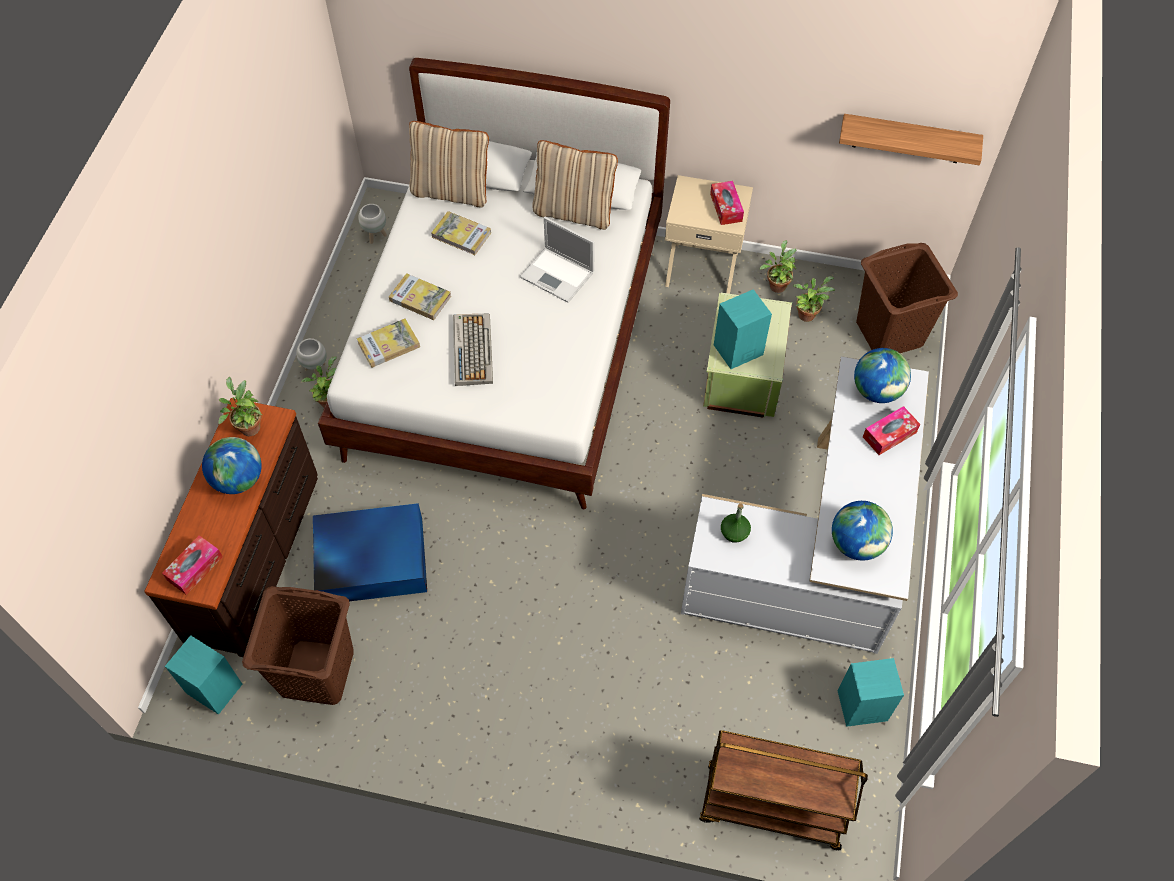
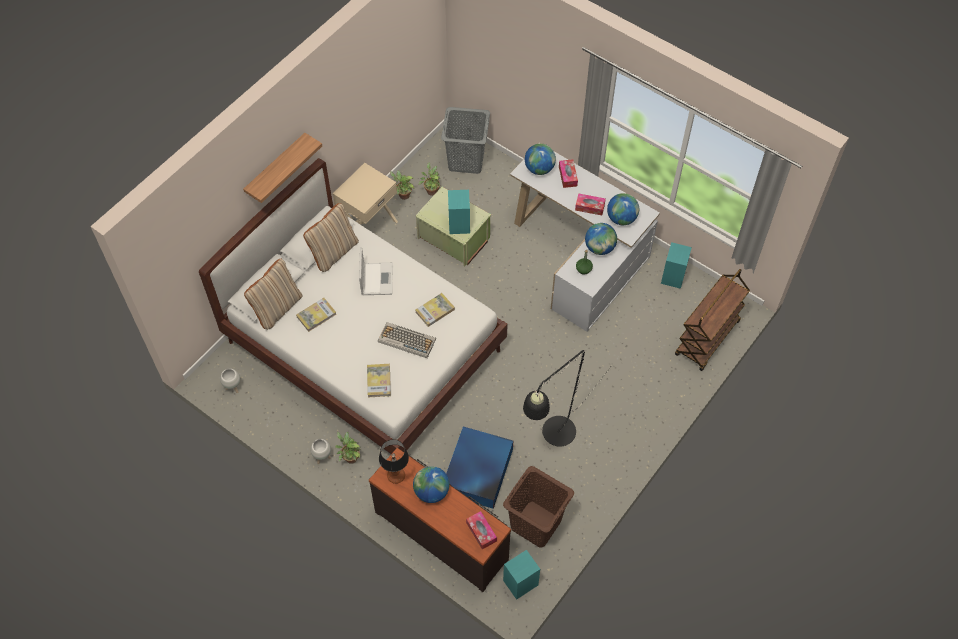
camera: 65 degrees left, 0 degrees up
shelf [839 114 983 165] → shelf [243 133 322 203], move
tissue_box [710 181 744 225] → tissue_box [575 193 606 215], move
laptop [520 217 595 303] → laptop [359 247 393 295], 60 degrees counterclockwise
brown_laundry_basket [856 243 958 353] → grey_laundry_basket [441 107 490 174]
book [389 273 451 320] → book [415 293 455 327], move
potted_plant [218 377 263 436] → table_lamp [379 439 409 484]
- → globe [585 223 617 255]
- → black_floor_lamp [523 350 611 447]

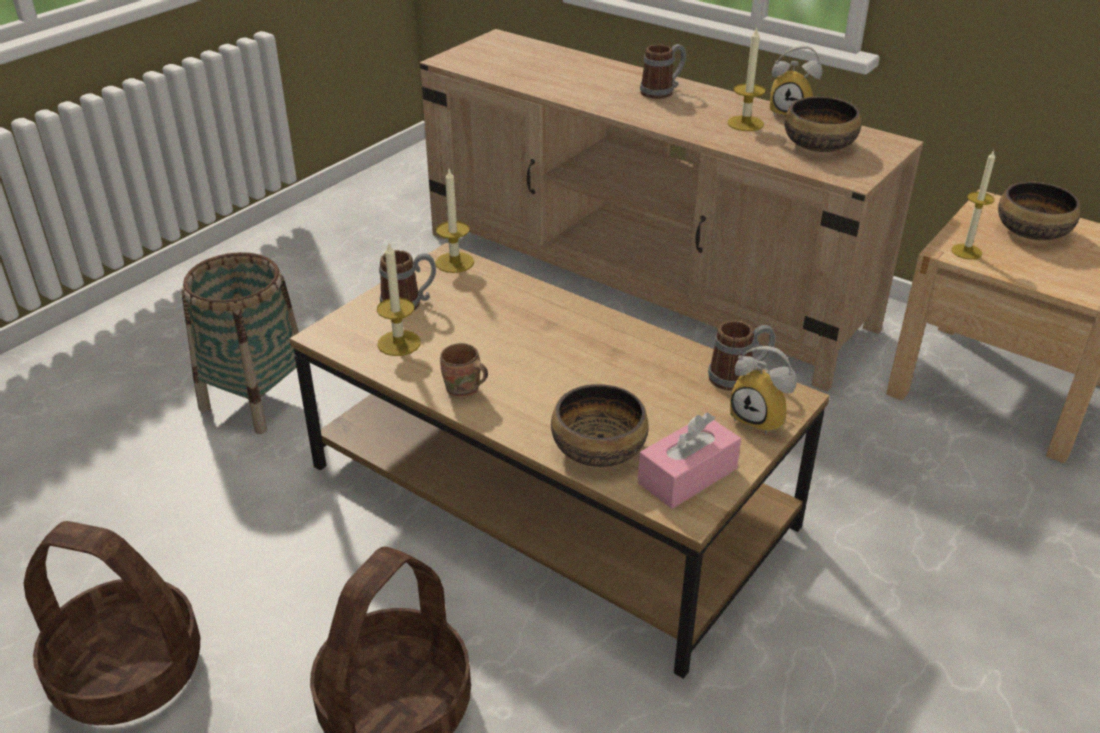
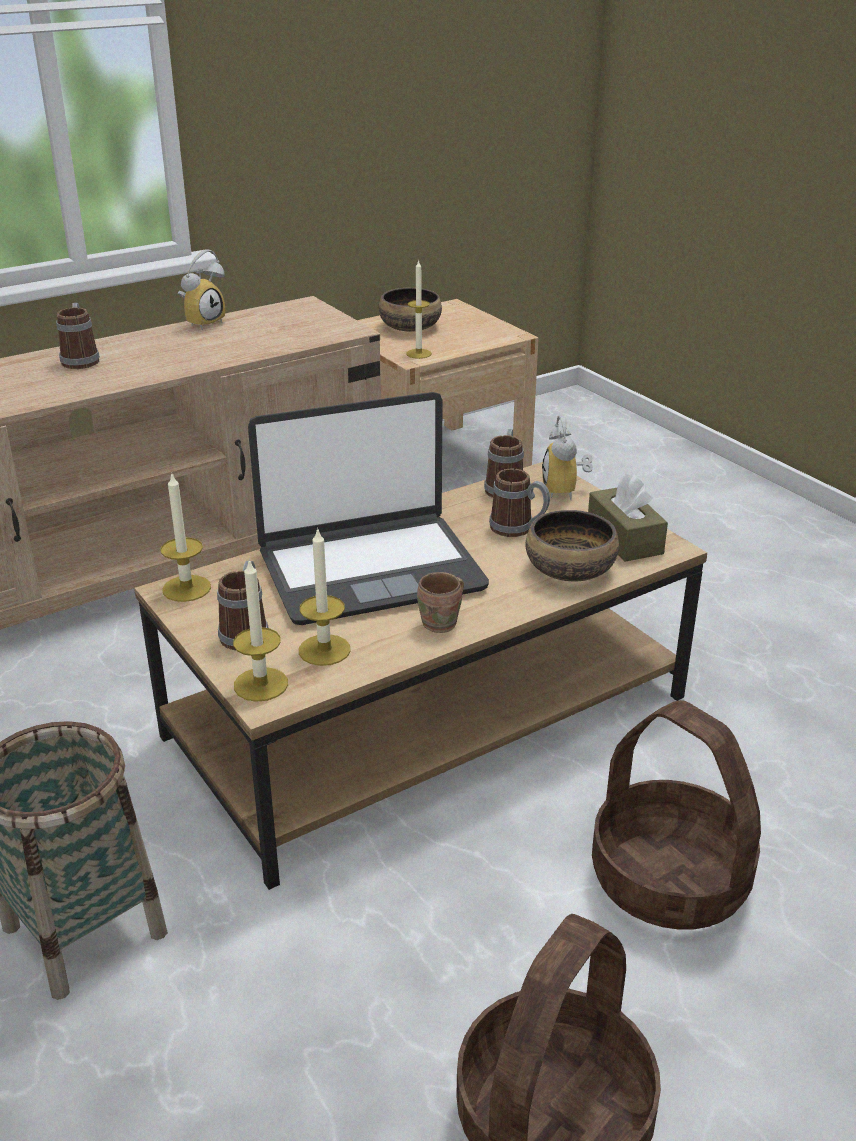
camera: 70 degrees left, 5 degrees down
candle [727 27 766 131] → candle [233 558 288 702], move
bowl [785 96 861 152] → -
alarm_clock [730 346 797 435] → alarm_clock [542 415 593 500], 120 degrees clockwise
pink_tissue_box [638 413 741 509] → brown_tissue_box [588 474 668 562]
- → laptop [248 392 489 625]
- → mug [489 469 550 537]

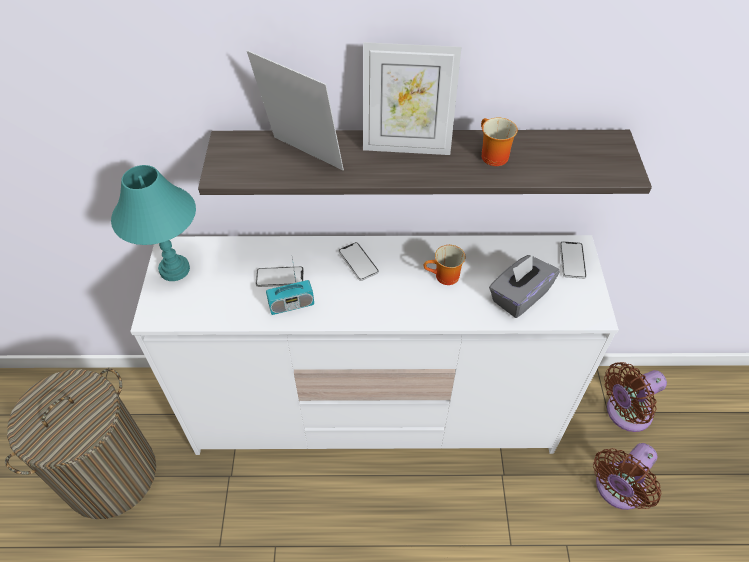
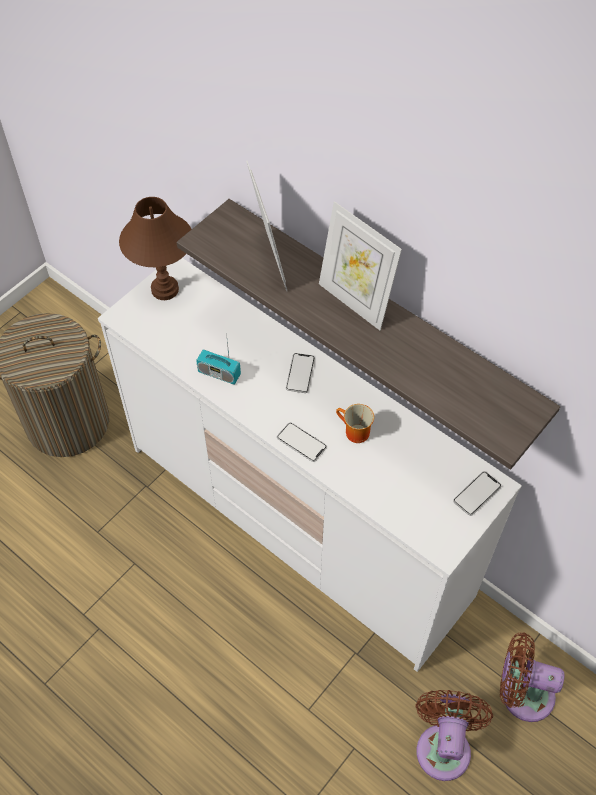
camera: 40 degrees right, 5 degrees up
mug [481 118 518 166] → -
turquoise_table_lamp [111 165 196 281] → brown_table_lamp [119 197 192 300]
grey_tissue_box [489 255 560 318] → -
phone [256 266 304 287] → phone [277 423 327 462], move
brown_fan [593 443 661 510] → brown_fan [415 690 493 781], 105 degrees clockwise

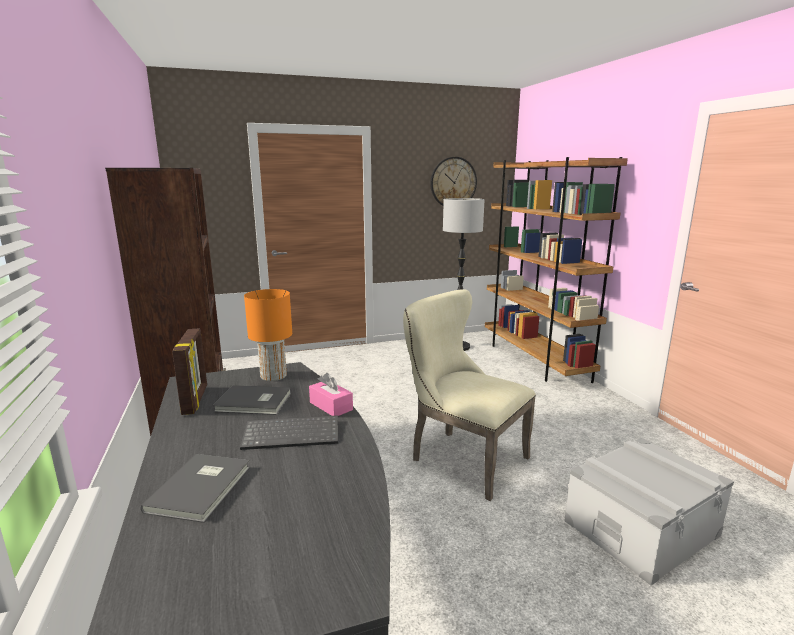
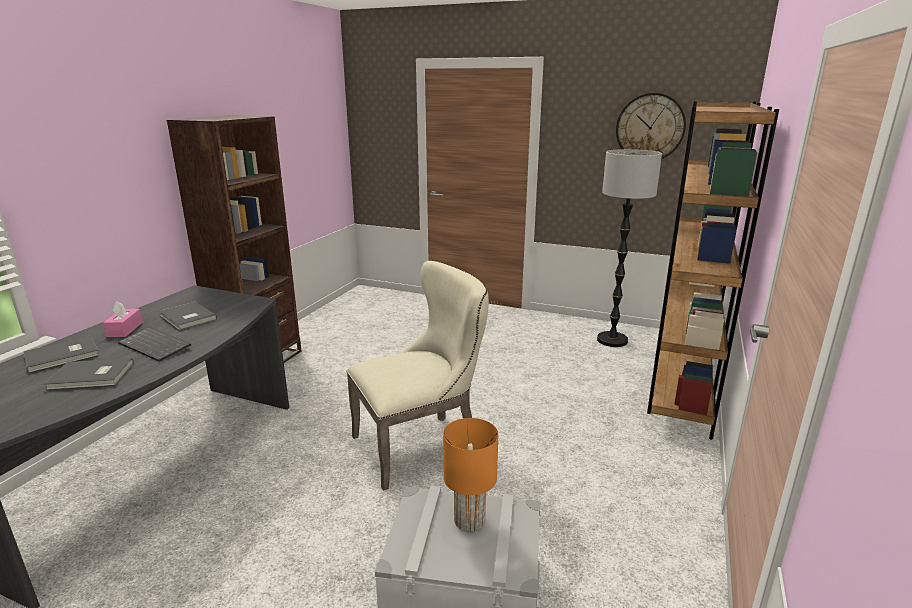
camera: 40 degrees right, 5 degrees up
orange_table_lamp [244 289 292 381] → orange_table_lamp [443 418 498 532], move
beige_chair [403 289 536 501] → beige_chair [346 261 489 491], 75 degrees clockwise
picture_frame [172 328 207 415] → -
pink_tissue_box [309 373 353 416] → pink_tissue_box [103 301 143 337], move
- → grey_book [44 358 134 390]

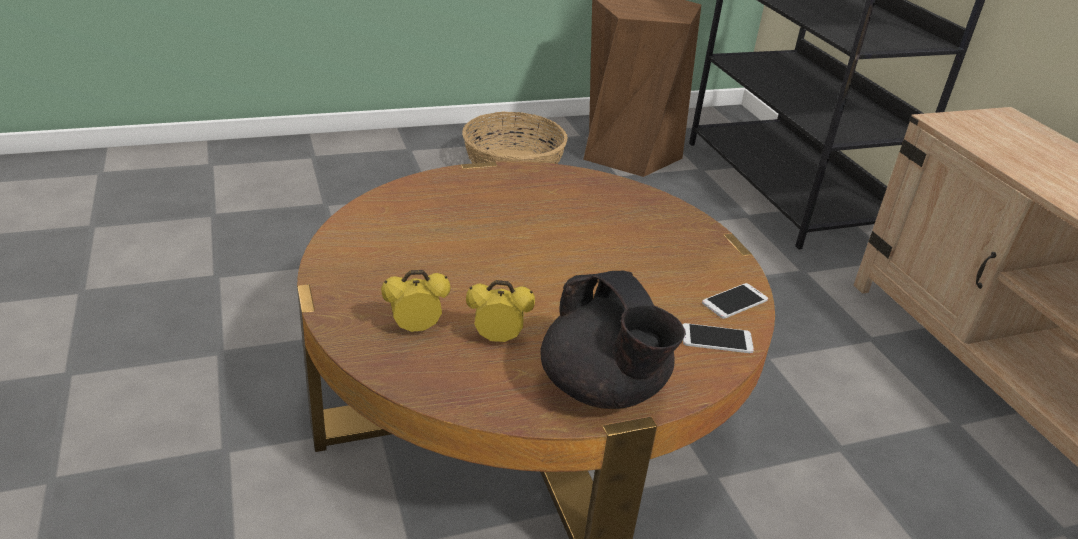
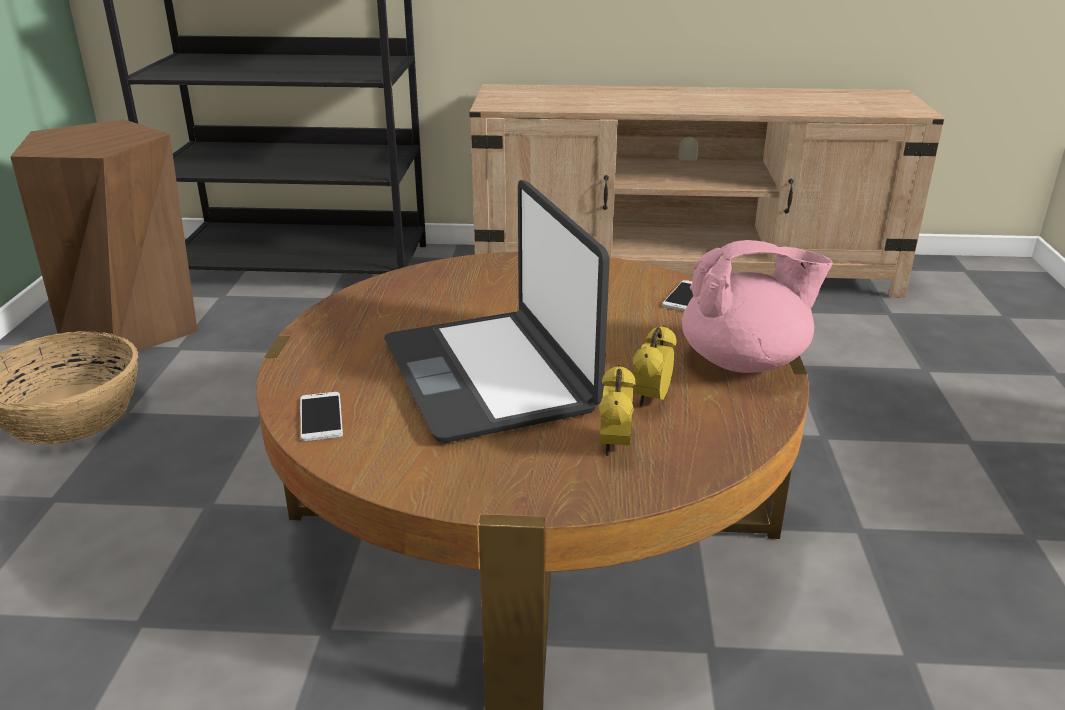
camera: 65 degrees left, 5 degrees down
black_teapot [541 271 685 409] → pink_teapot [682 240 833 373]
phone [702 283 768 319] → phone [300 392 343 441], move
- → laptop [384 180 610 443]

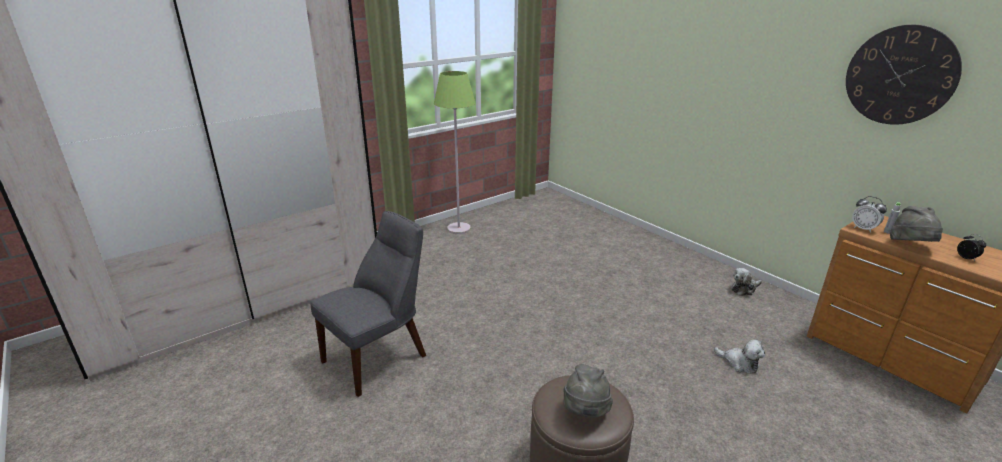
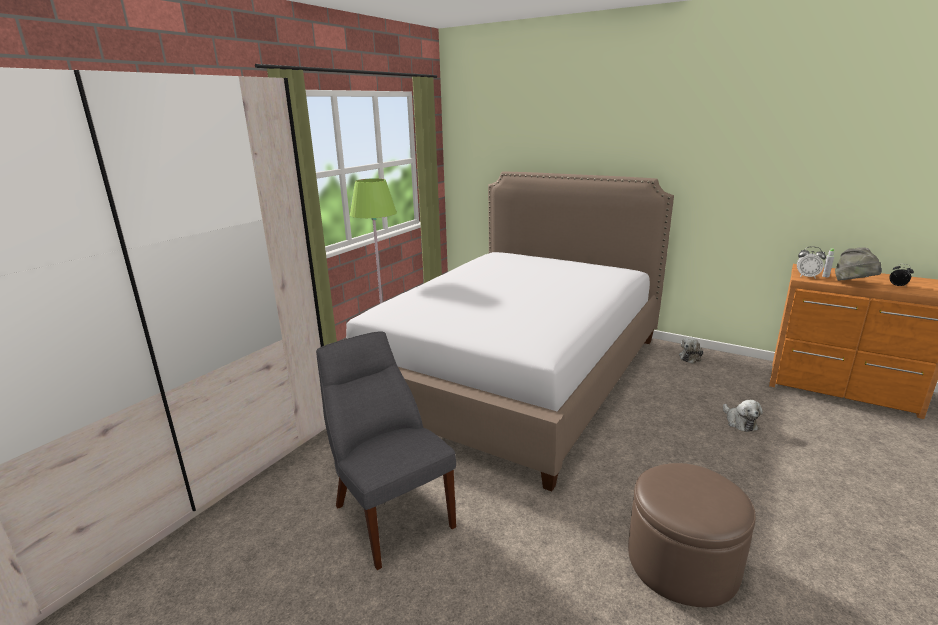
camera: 20 degrees left, 5 degrees down
wall_clock [846 25 962 125] → -
grey_chair [310 211 426 397] → grey_chair [316 331 456 570], 60 degrees counterclockwise
plush_toy [714 339 765 373] → plush_toy [723 400 763 432], 60 degrees clockwise
grey_hat [564 364 613 418] → -
- → bed [346 171 674 492]

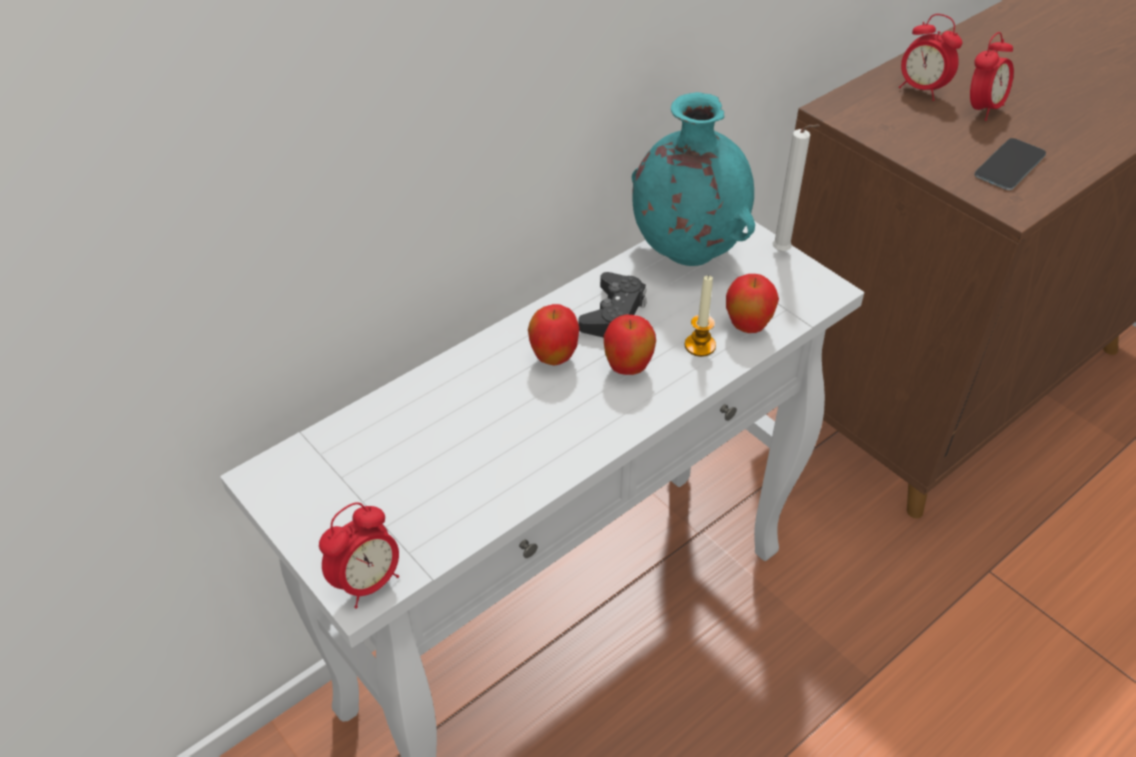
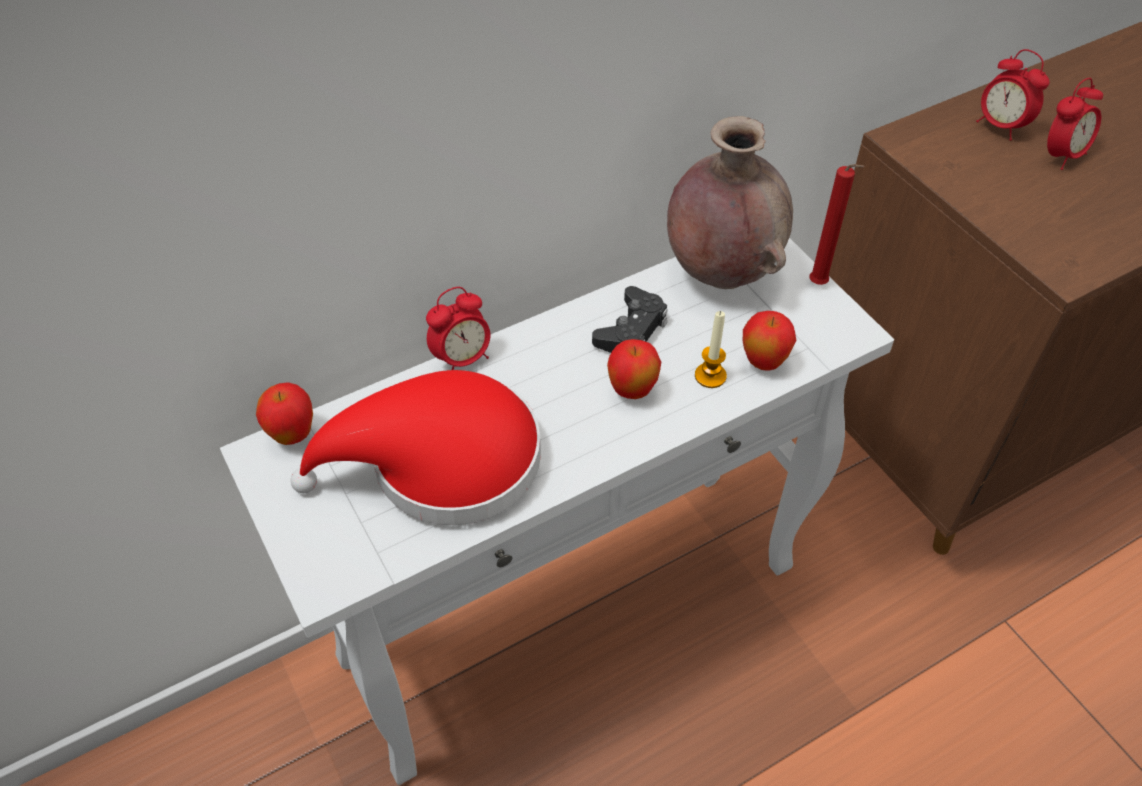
camera: 10 degrees right, 5 degrees up
turquoise_vase [632 92 755 266] → brown_vase [667 116 793 289]
white_candle [772 124 820 251] → red_candle [809 164 864 285]
phone [975 138 1046 190] → -
apple [528 304 580 366] → apple [256 382 313 445], move
alarm_clock [319 502 399 609] → alarm_clock [426 287 490 370], move
- → red_hat [291 370 541 525]

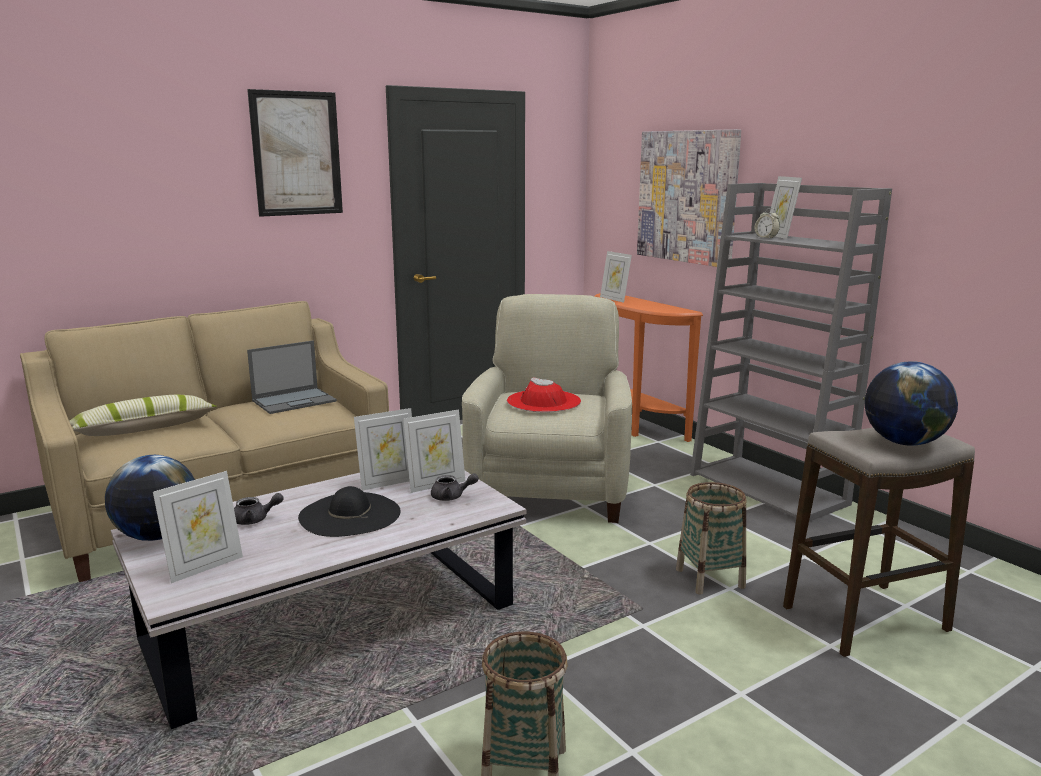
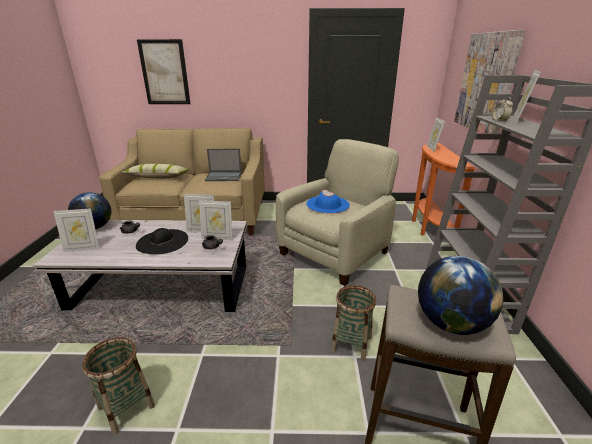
camera: 35 degrees right, 10 degrees up
picture [247 89 343 217] → picture [137 39 191 104], move
red_hat [507 377 581 412] → blue_hat [306 190 350 213]

